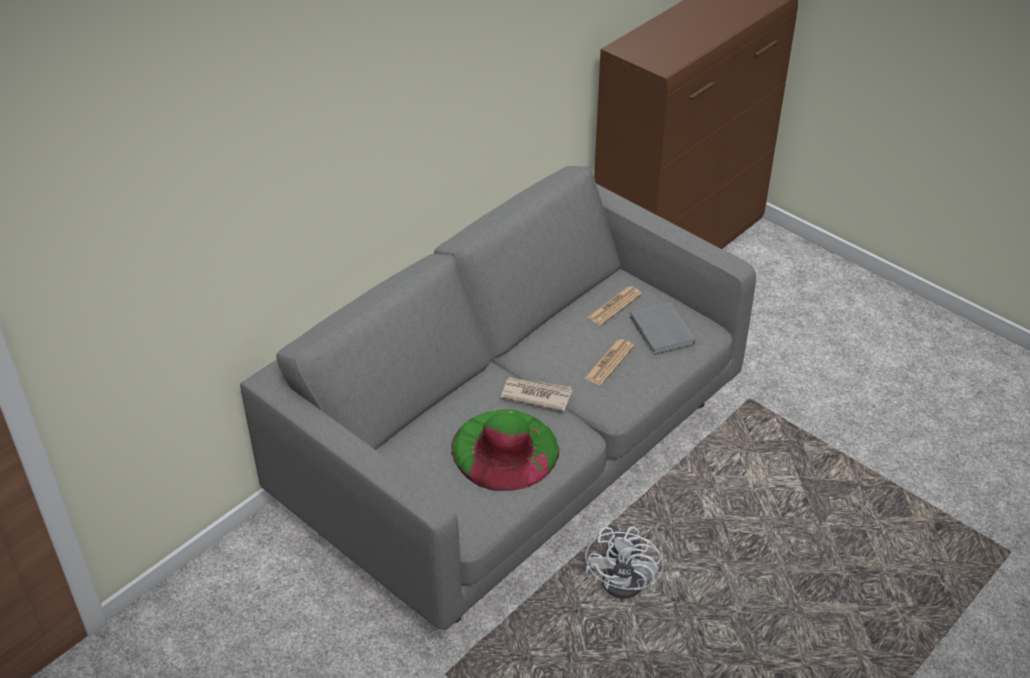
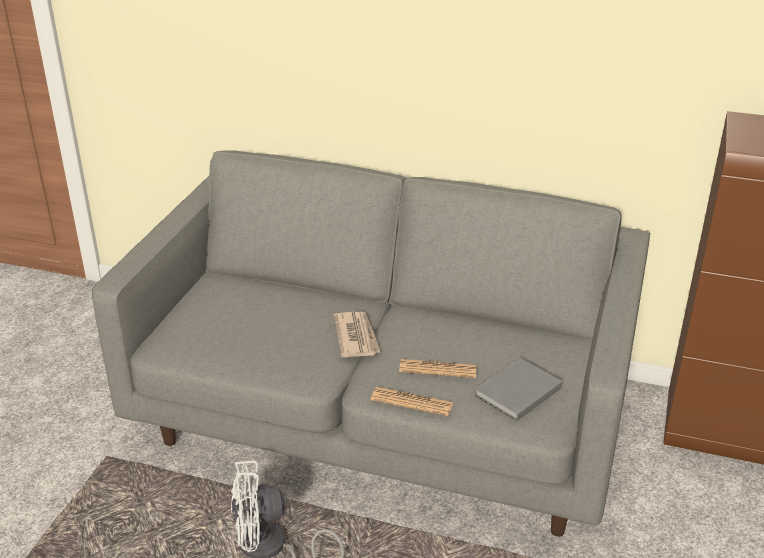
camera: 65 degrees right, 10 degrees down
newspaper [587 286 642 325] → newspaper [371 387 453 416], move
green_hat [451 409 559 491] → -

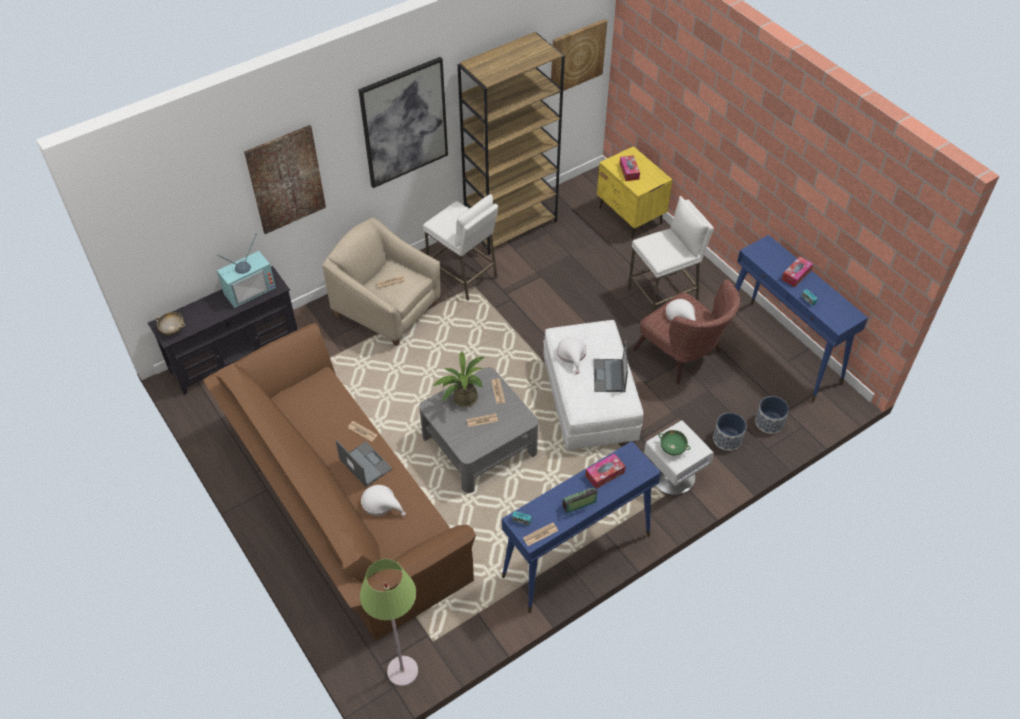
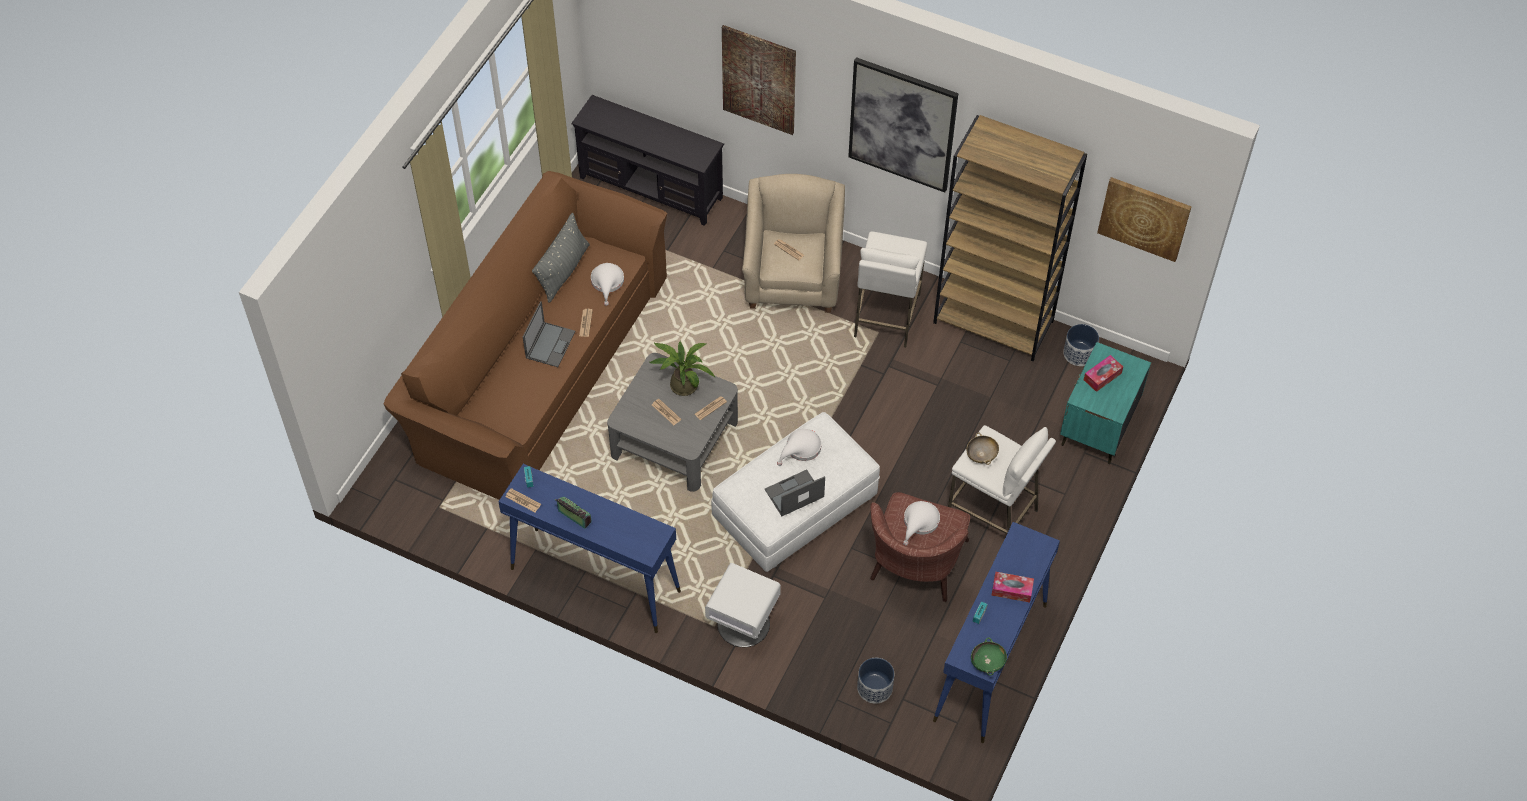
camera: 60 degrees right, 5 degrees up
yellow_nightstand [597 146 673 239] → turquoise_nightstand [1060 342 1151 464]
television [217 232 276 308] → -
beige_bowl [155 312 185 335] → beige_bowl [966 432 999 465], move
planter [713 413 746 451] → planter [1063 324 1099 366], move
green_bowl [659 430 691 456] → green_bowl [971 637 1007 676], move
tissue_box [585 453 626 489] → -
white_hat [361 485 406 517] → white_hat [591 263 624 306], move
green_floor_lamp [360 559 418 687] → -
- → grey_pillow [532 213 590 303]

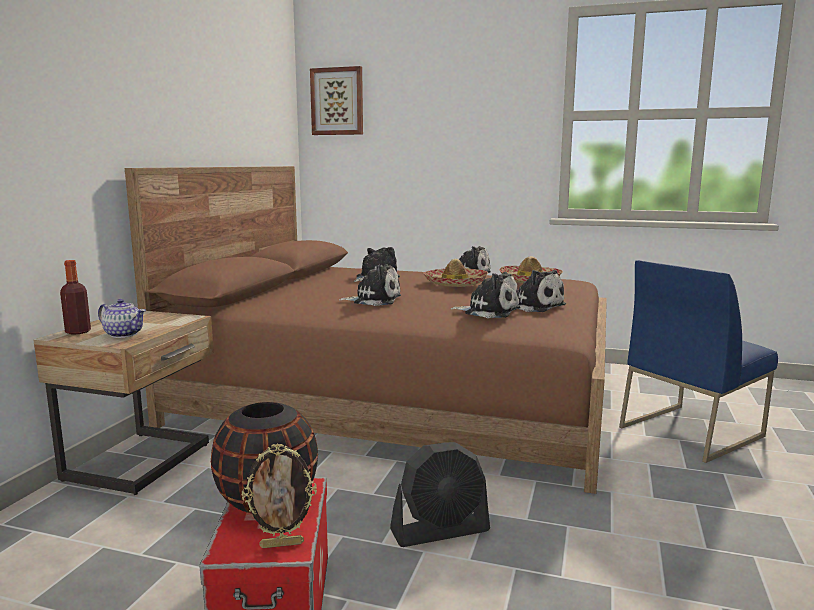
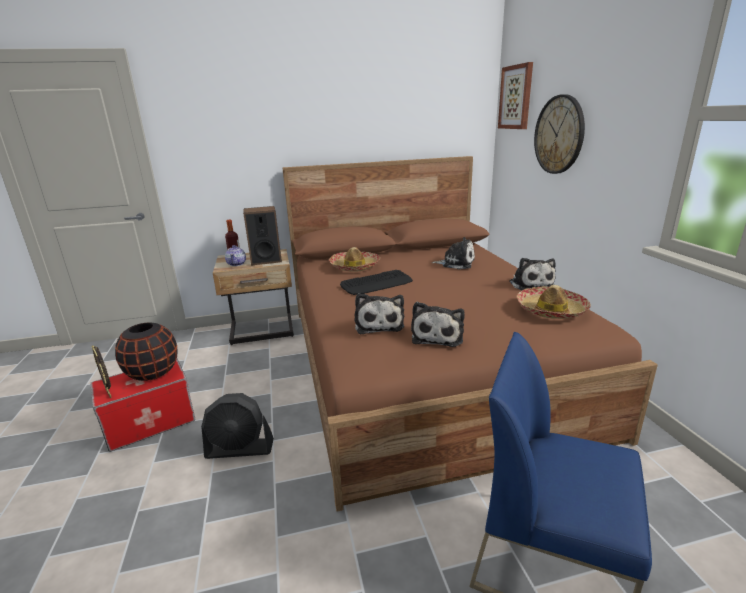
camera: 60 degrees right, 10 degrees up
hat [423 259 488 287] → hat [329 247 380 272], move
plush_toy [339 264 401 306] → keyboard [340 270 413 295]
black_fan [390 442 490 547] → black_fan [201 393 274 459], 45 degrees counterclockwise
- → wall_clock [534 94 585 174]
- → speaker [243 206 282 266]

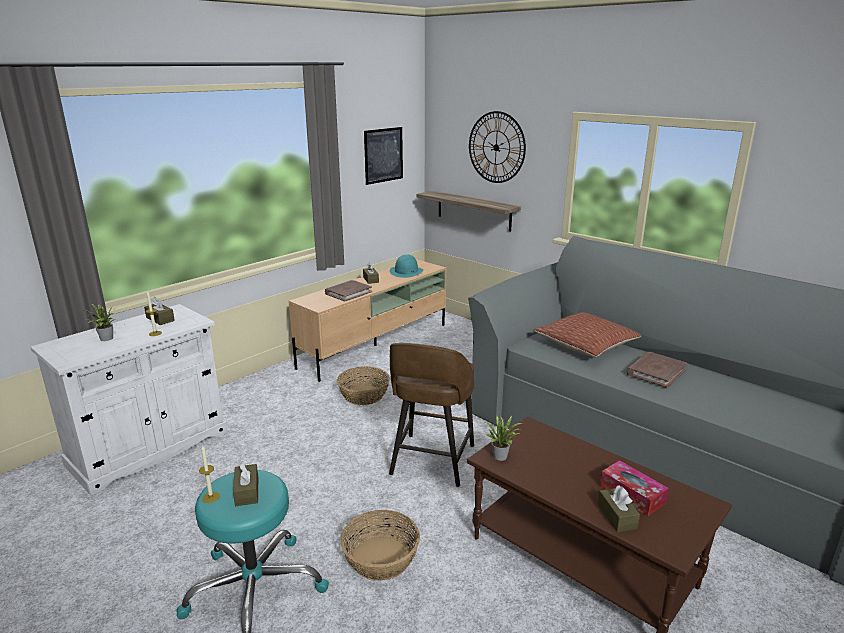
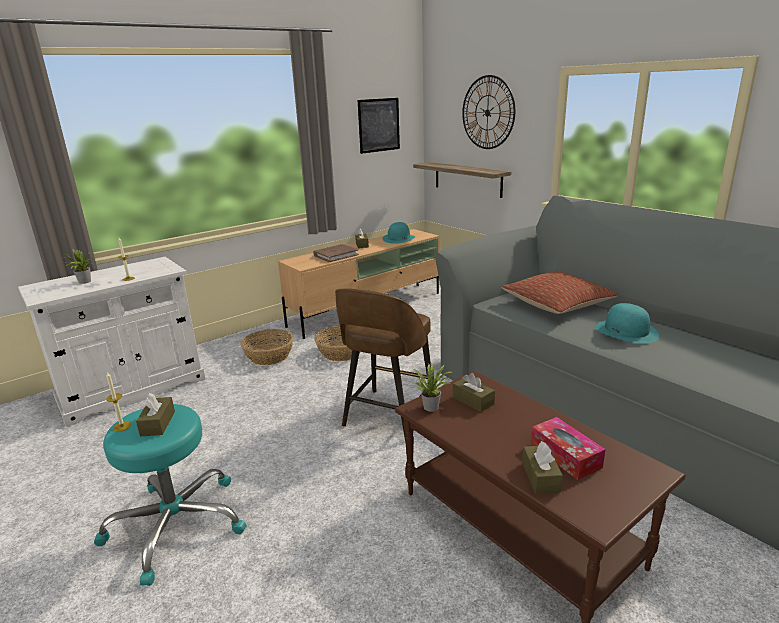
camera: 10 degrees right, 0 degrees up
brown_tissue_box [144 297 175 325] → brown_tissue_box [453 373 495 412], move
brown_book [626 352 687 388] → turquoise_hat [595 303 659 343]
basket [341 510 420 581] → basket [241 329 293 365], move

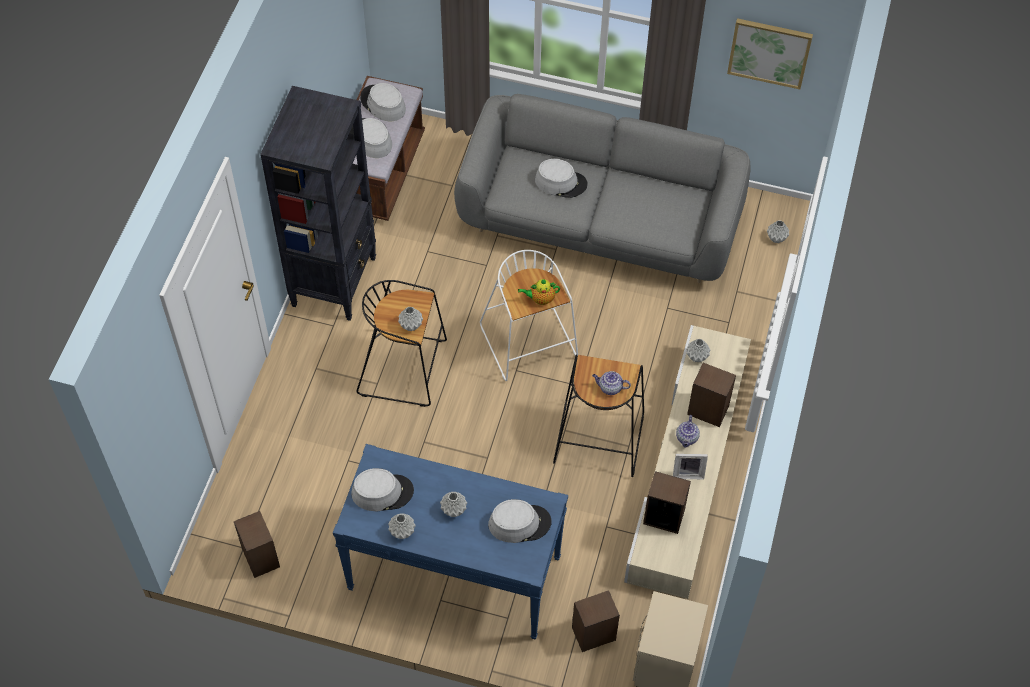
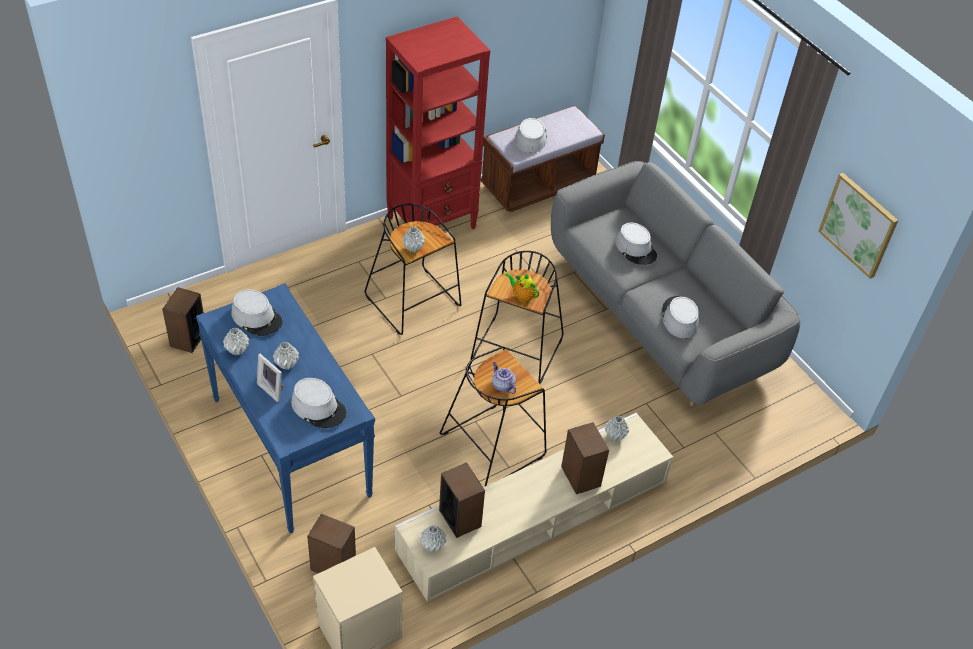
camera: 40 degrees right, 10 degrees down
grey_hat [360 83 406 121] → grey_hat [662 296 699 338], move
black_bookcase [260 86 376 321] → red_bookcase [386 17 490 229]
grey_vase [767 220 789 243] → grey_vase [420 525 447 552], move
white_stool [480 250 578 381] → black_stool [471 251 564 383]
teapot [676 415 700 448] → -
picture_frame [673 454 708 479] → picture_frame [257 354 284 402], move

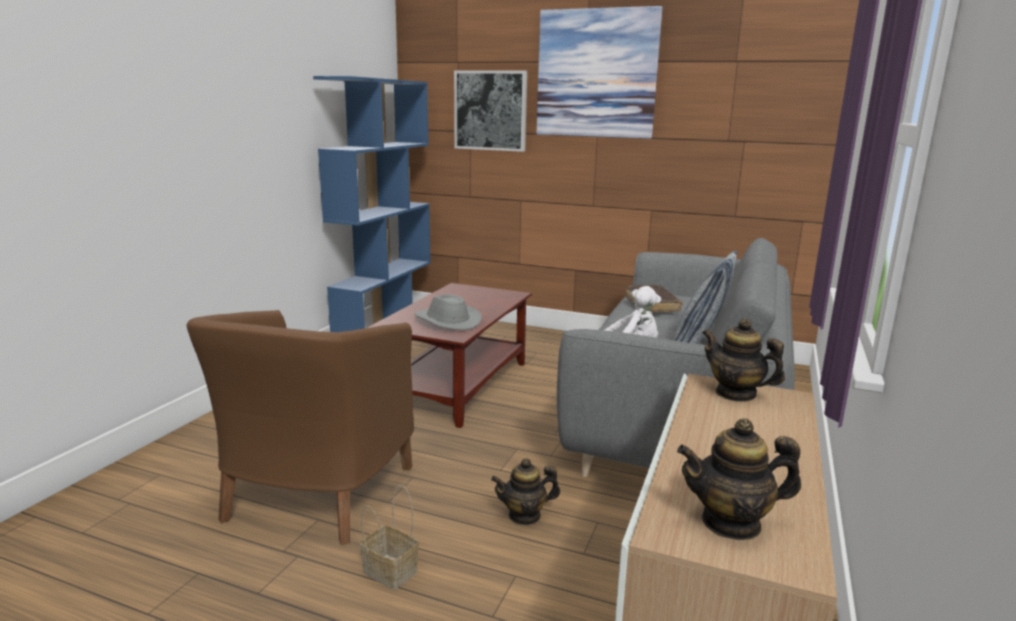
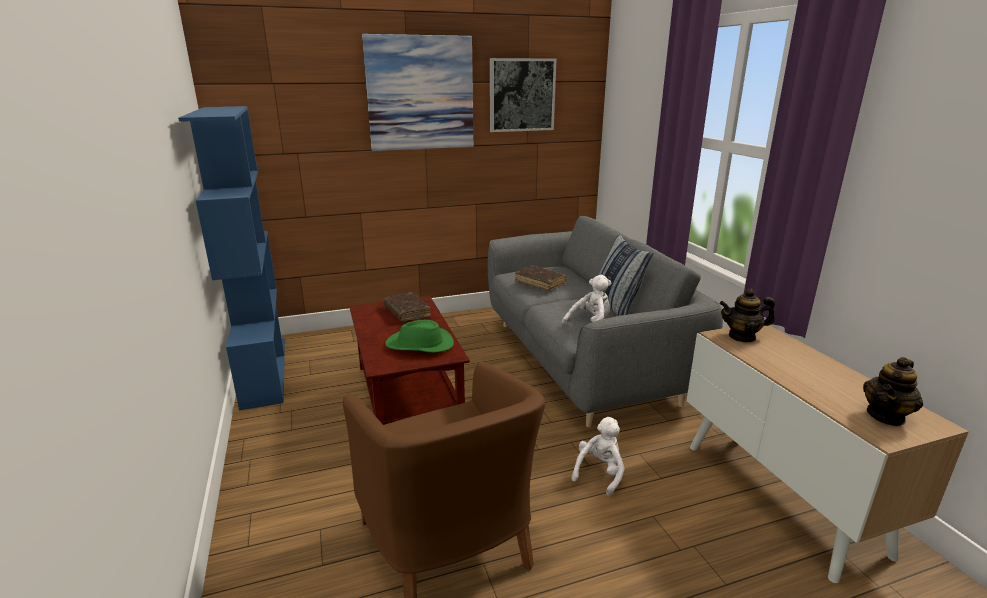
camera: 40 degrees left, 5 degrees up
picture [454 70 527 152] → picture [490 58 557 132], move
grey_hat [415 294 482 330] → green_hat [385 320 454 353]
teapot [491 458 560 525] → white_plush_toy [572 417 625 496]
basket [360 485 419 590] → -
- → brown_book [383 292 431 321]

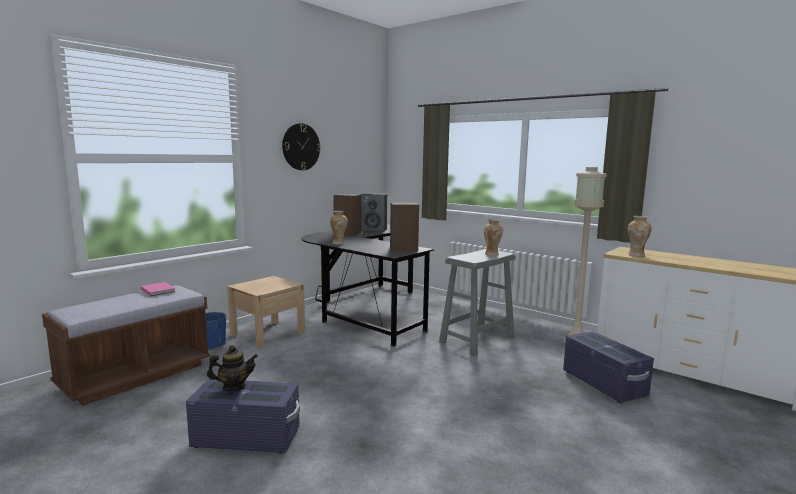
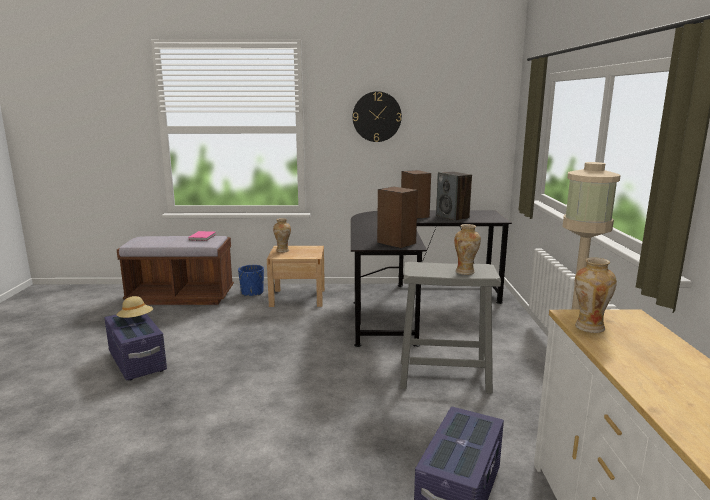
camera: 50 degrees right, 5 degrees up
vase [330 211 348 245] → vase [273 218 291 253], move
teapot [207 345 258 391] → beige_hat [117 296 153 318]

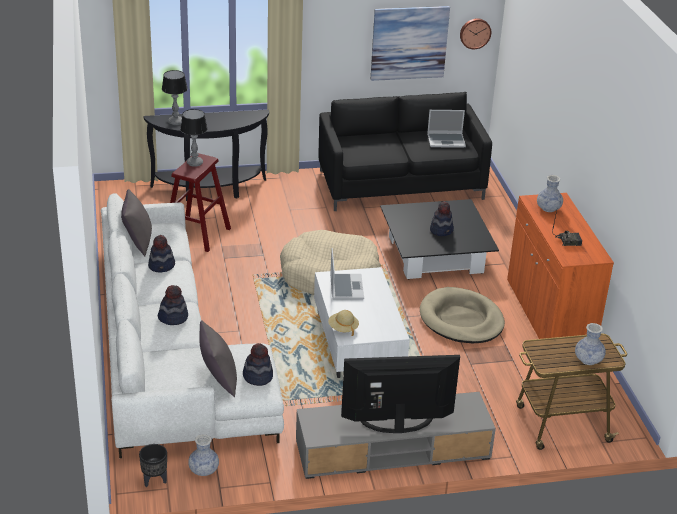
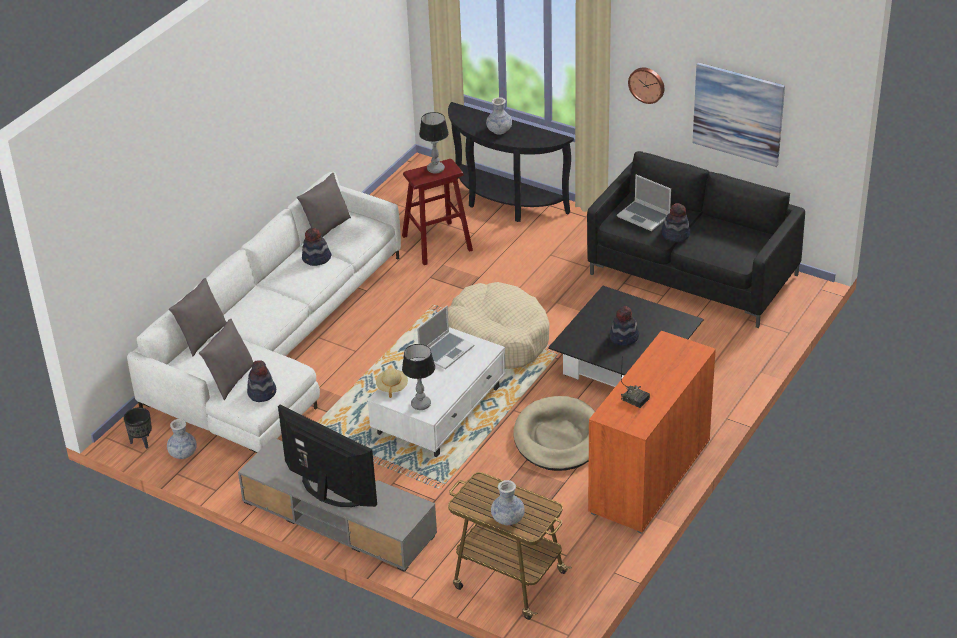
camera: 45 degrees right, 5 degrees up
wall_clock [460 18 491 49] → wall_clock [628 68 664 104], move
table_lamp [162 70 188 125] → table_lamp [402 344 435 410], move
laptop [427 110 466 148] → laptop [617 175 671 231], move
vase [537 175 563 212] → vase [486 97 512 134], move
hat [158 285 188 325] → hat [662 203 690 242], move
- → grey_pillow [169 278 227 356]

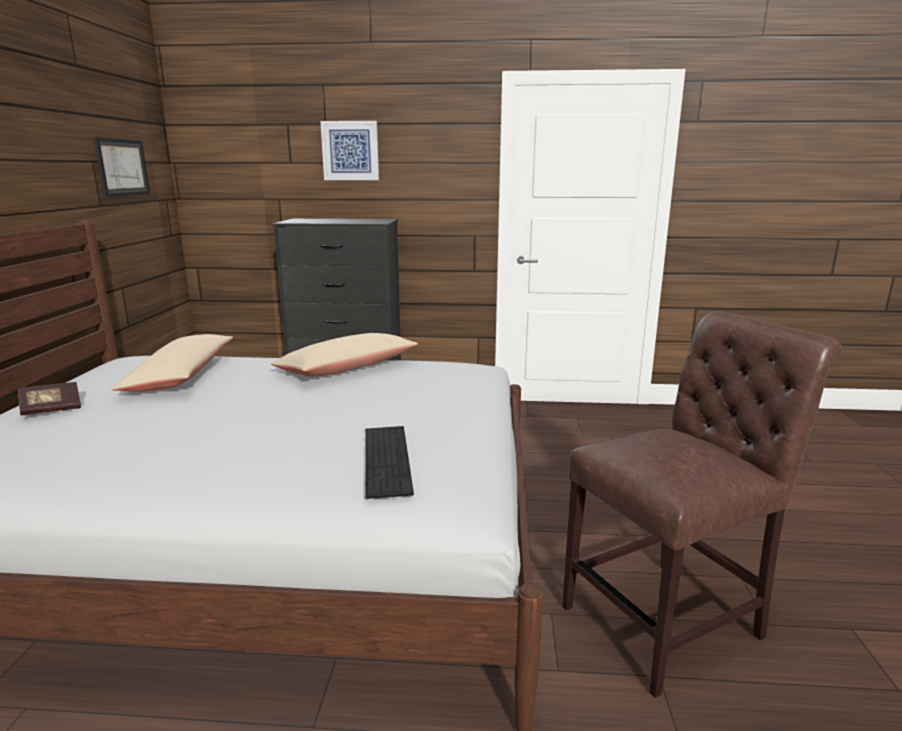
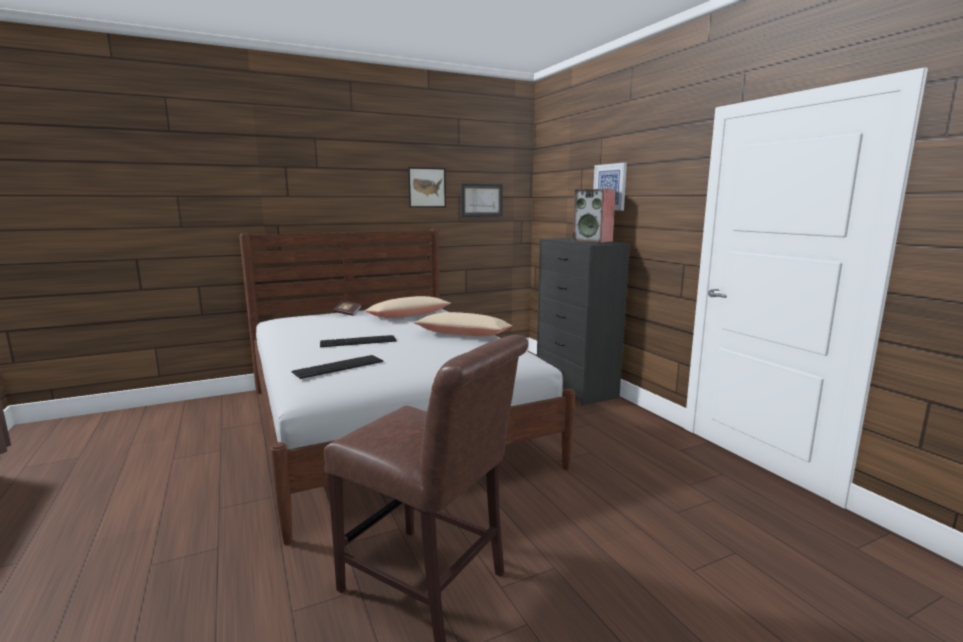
camera: 60 degrees right, 5 degrees down
- → picture [408 167 446 208]
- → speaker [573 189 616 243]
- → keyboard [320 335 396 347]

